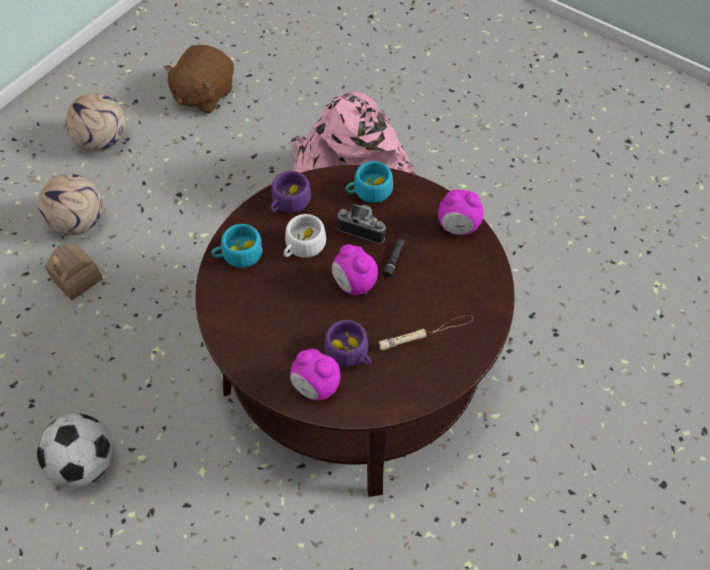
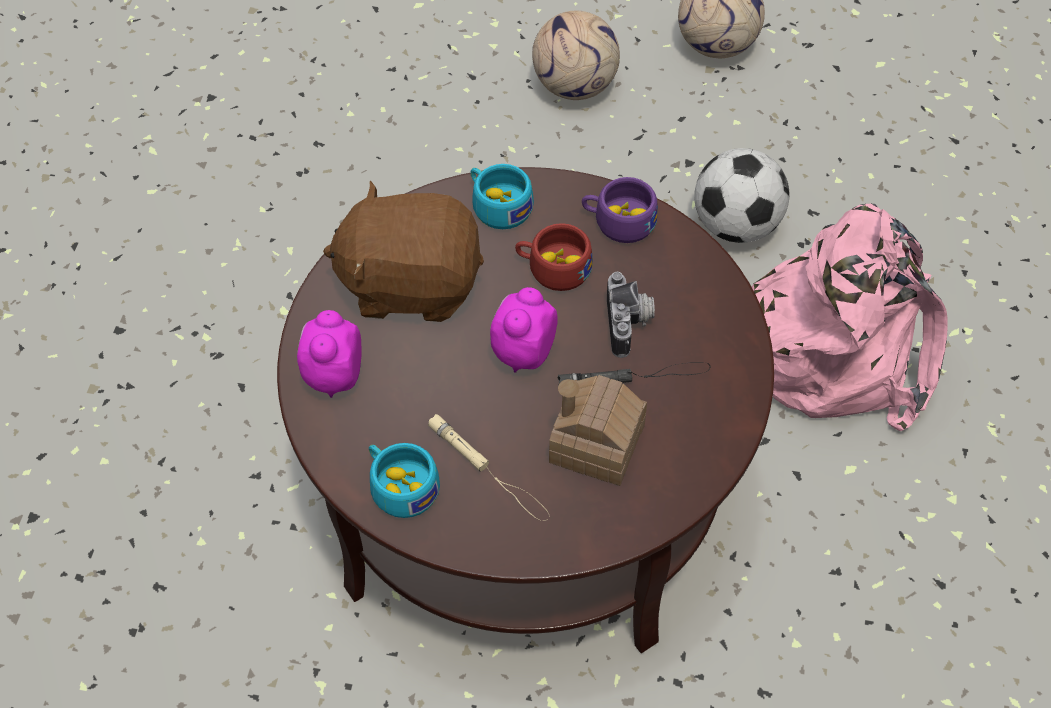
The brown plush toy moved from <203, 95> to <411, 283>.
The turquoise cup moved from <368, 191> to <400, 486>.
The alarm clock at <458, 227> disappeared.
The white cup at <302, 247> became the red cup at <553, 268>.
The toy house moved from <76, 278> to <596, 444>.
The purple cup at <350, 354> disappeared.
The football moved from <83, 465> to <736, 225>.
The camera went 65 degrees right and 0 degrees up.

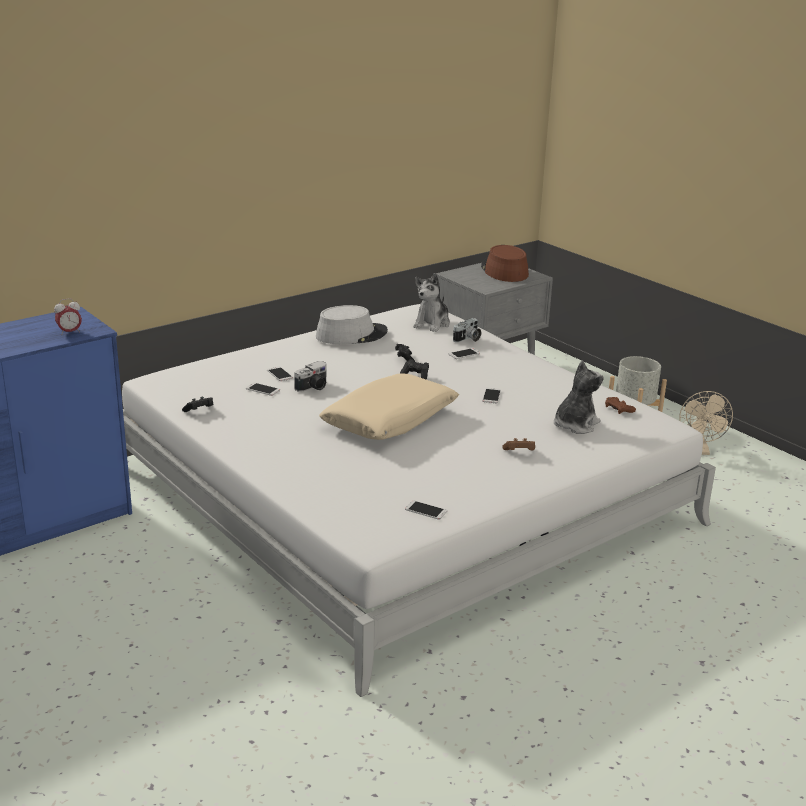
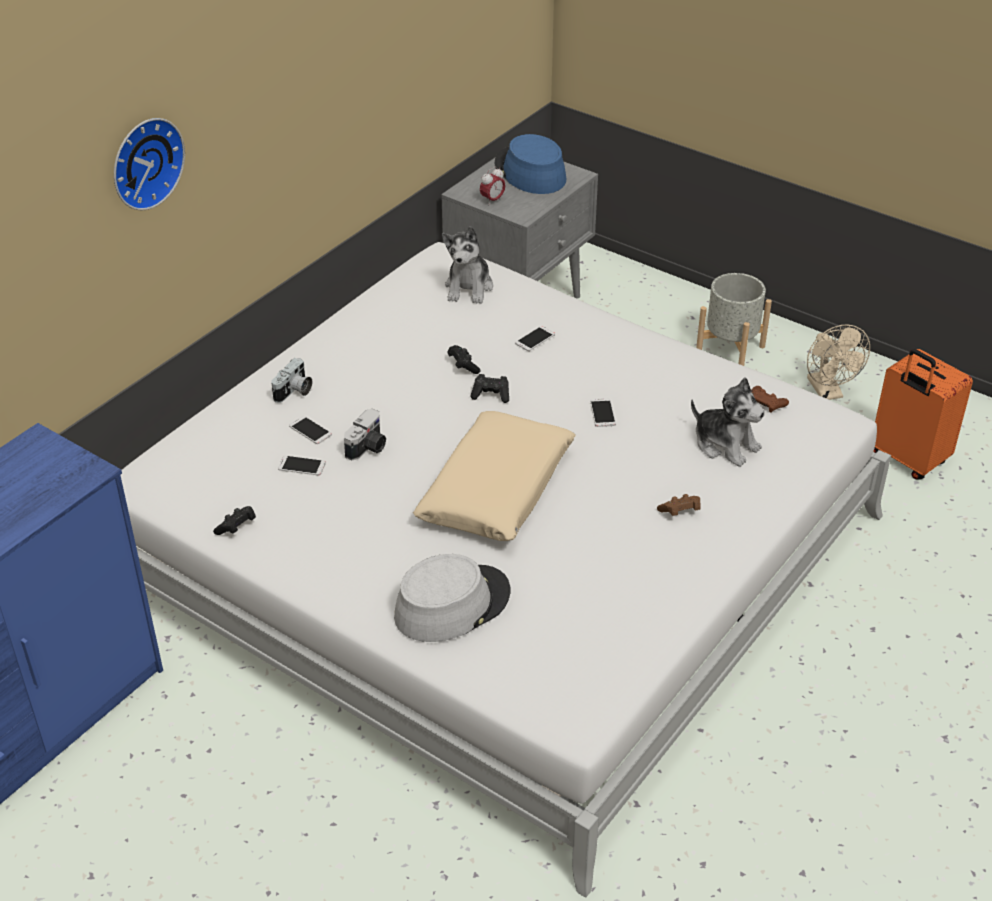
The brown hat at <504, 271> became the blue hat at <529, 172>.
The alarm clock moved from <69, 332> to <492, 200>.
The grey hat moved from <351, 334> to <452, 604>.
The photo camera moved from <468, 339> to <294, 392>.
The plush toy at <575, 425> turned 105 degrees clockwise.
The phone at <425, 510> disappeared.
The wall clock at <144, 162> appeared.
The orange suitcase at <906, 459> appeared.
The camera went 15 degrees left and 15 degrees up.

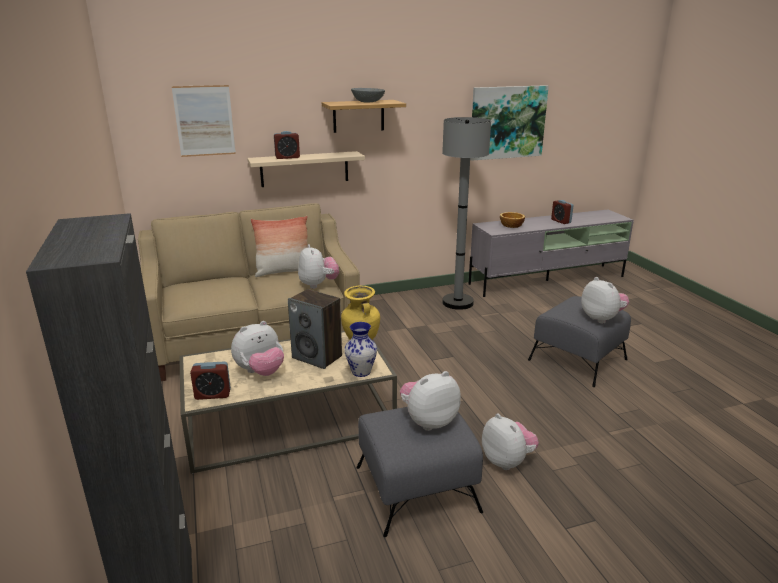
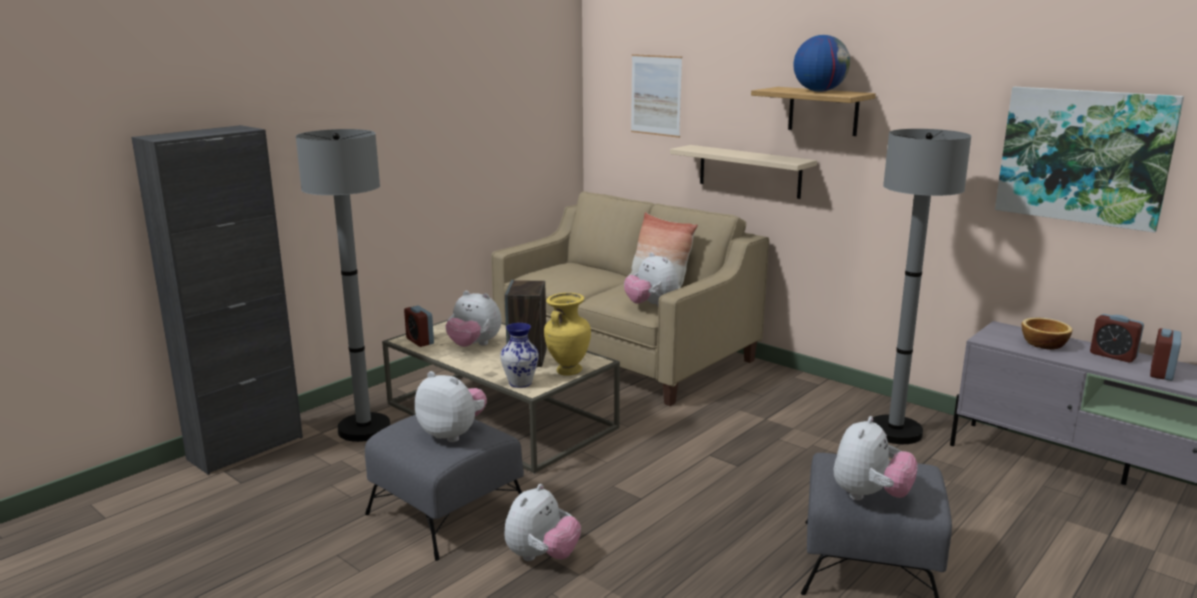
The grey bowl at <367, 102> was replaced by the globe at <819, 91>.
The alarm clock moved from <287, 157> to <1113, 356>.
The plush toy at <318, 285> turned 105 degrees clockwise.
The grey floor lamp at <364, 429> appeared.
The camera went 60 degrees right and 5 degrees down.

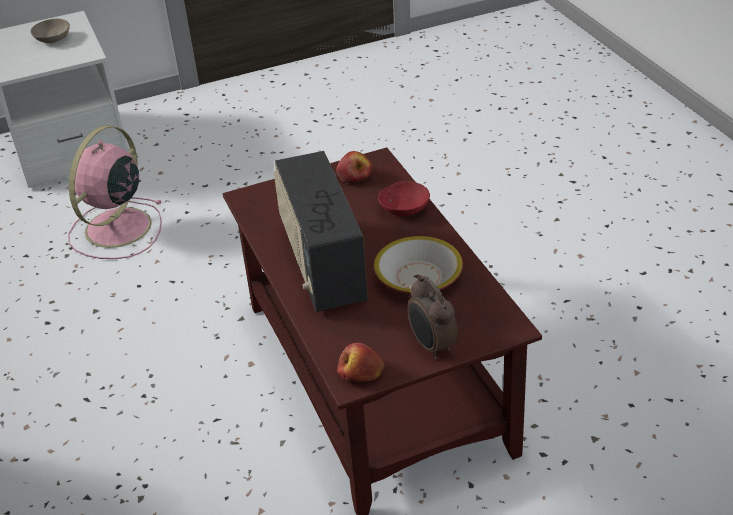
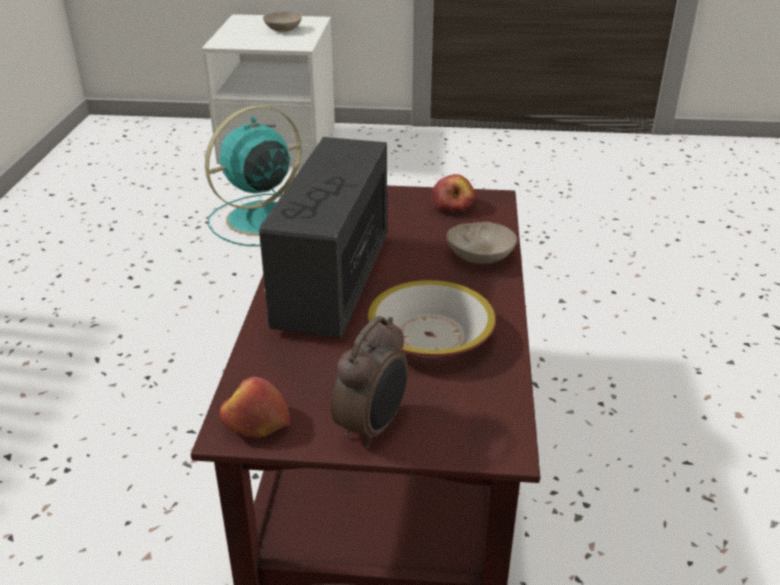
The pink fan at <116, 229> became the turquoise fan at <258, 219>.
The red bowl at <405, 209> became the beige bowl at <480, 257>.
The alarm clock at <432, 346> turned 150 degrees counterclockwise.
The camera went 25 degrees right and 5 degrees down.

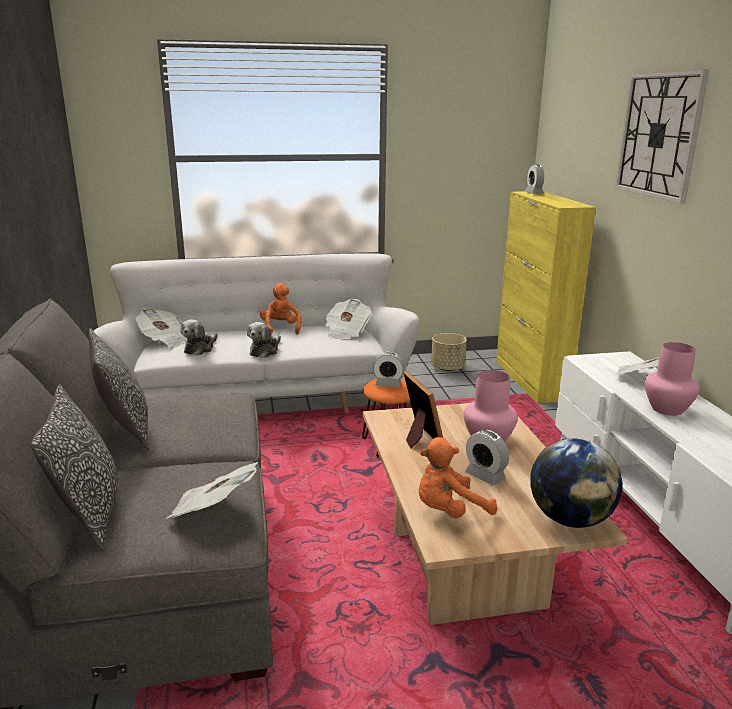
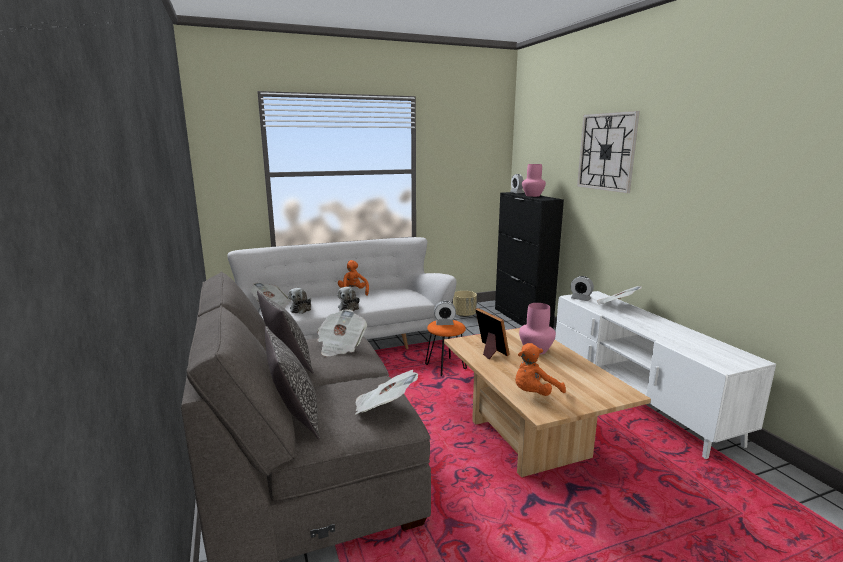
The yellow cabinet at <530, 380> became the black cabinet at <522, 318>.
The newspaper moved from <346, 332> to <340, 346>.
The pink vase moved from <666, 409> to <532, 195>.
The alarm clock moved from <485, 476> to <580, 299>.
The globe at <570, 519> disappeared.
The camera went 10 degrees left and 5 degrees down.

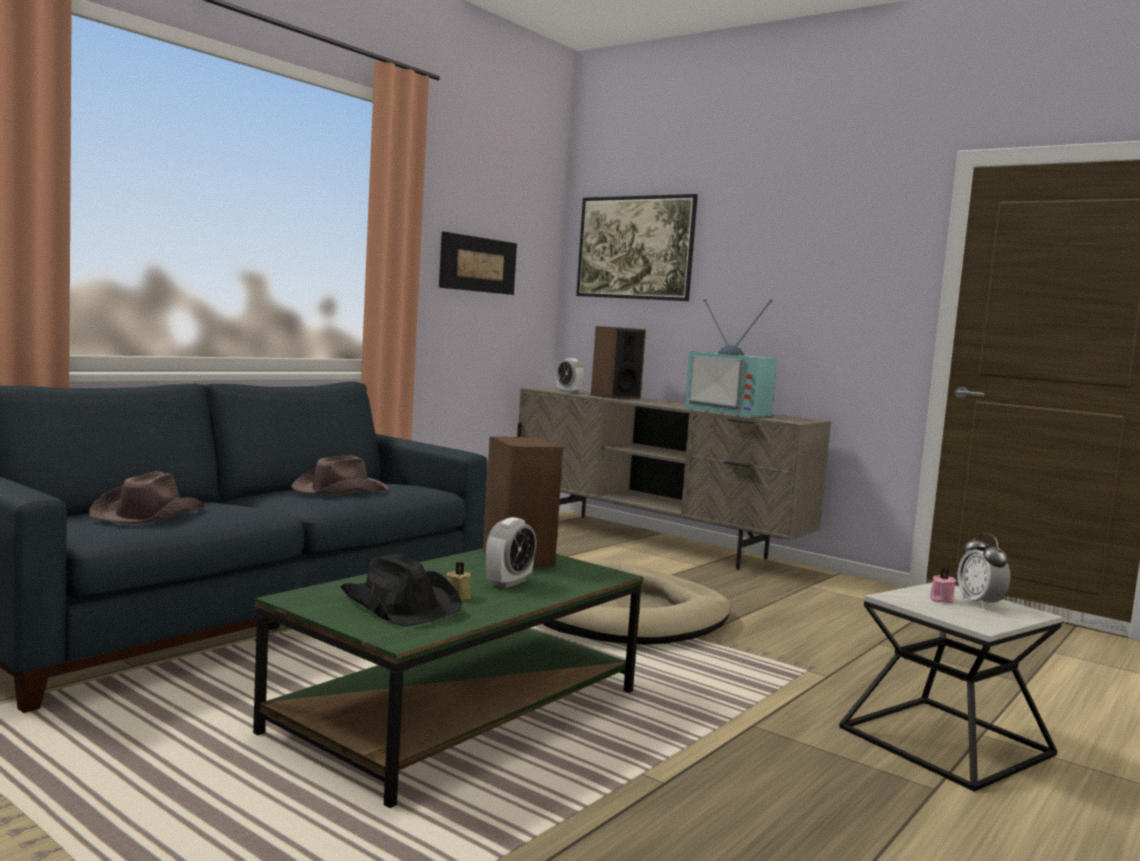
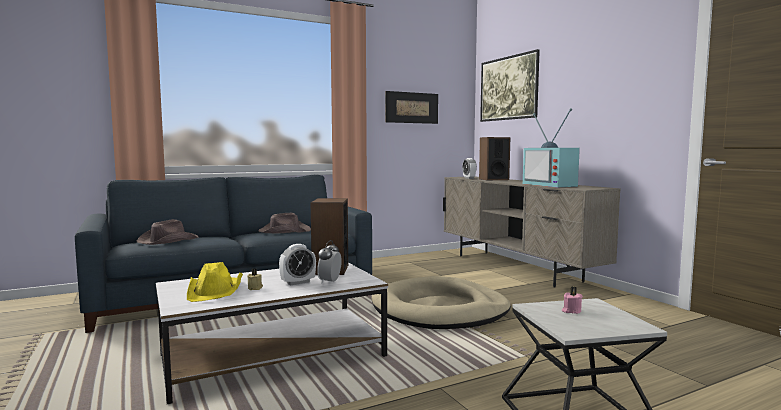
The alarm clock moved from <979, 603> to <330, 282>.
The green coffee table at <460, 710> became the white coffee table at <275, 355>.
The black hat at <400, 605> became the yellow hat at <215, 290>.
The camera went 25 degrees right and 0 degrees up.

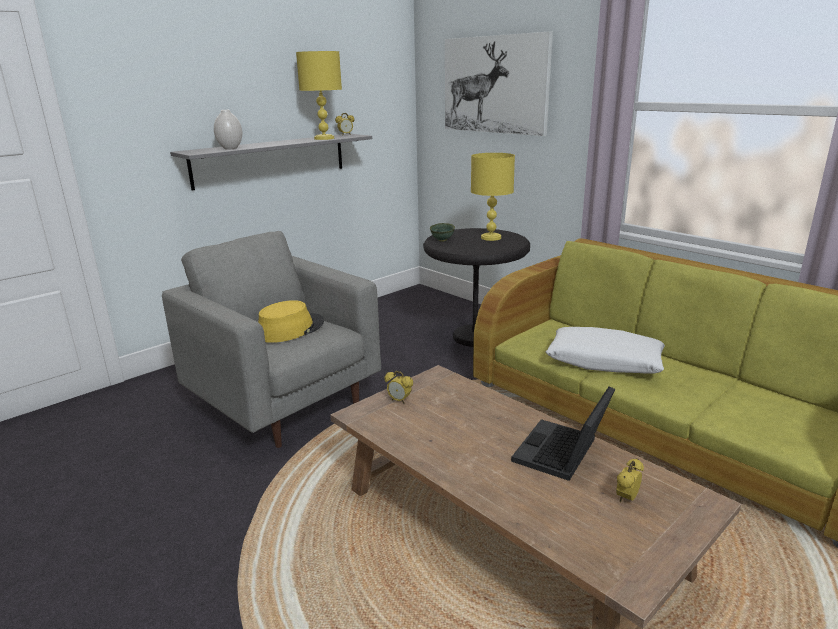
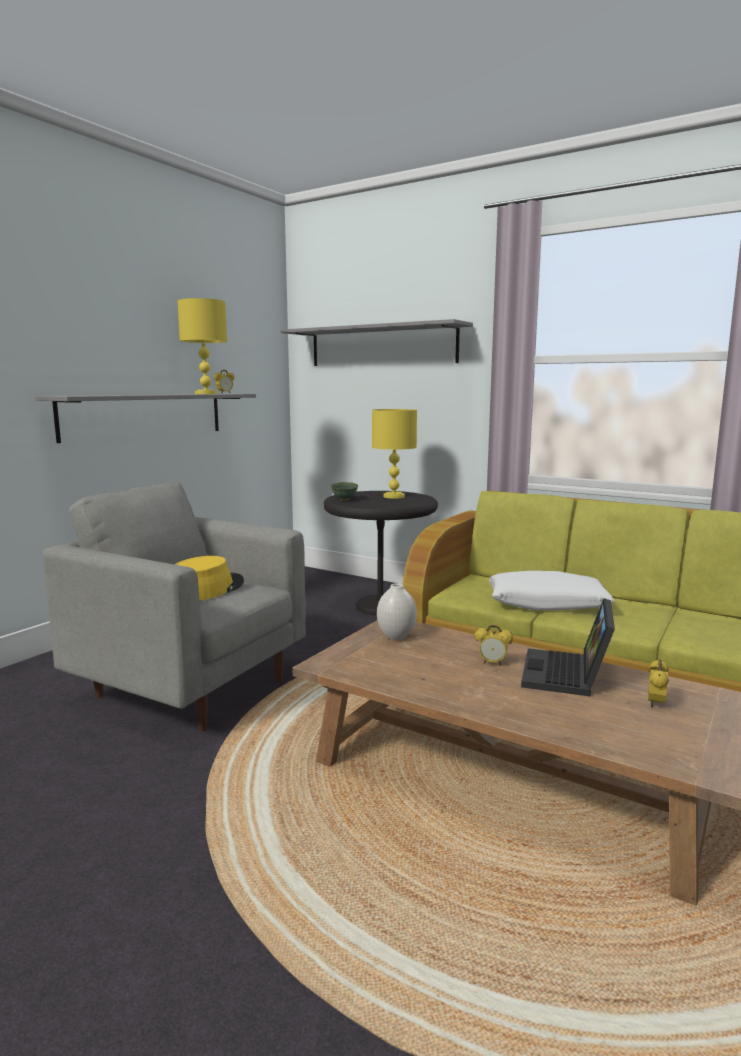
The picture at <495, 85> was replaced by the grey shelf at <382, 346>.
The white vase moved from <230, 148> to <397, 637>.
The alarm clock moved from <399, 401> to <492, 663>.
The camera went 15 degrees left and 10 degrees down.

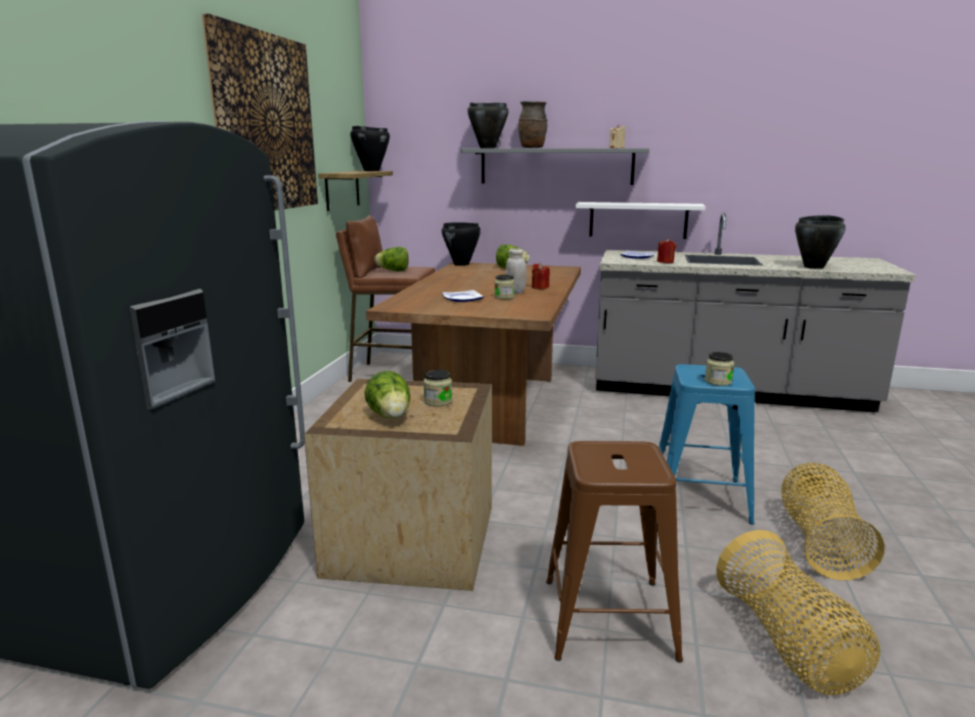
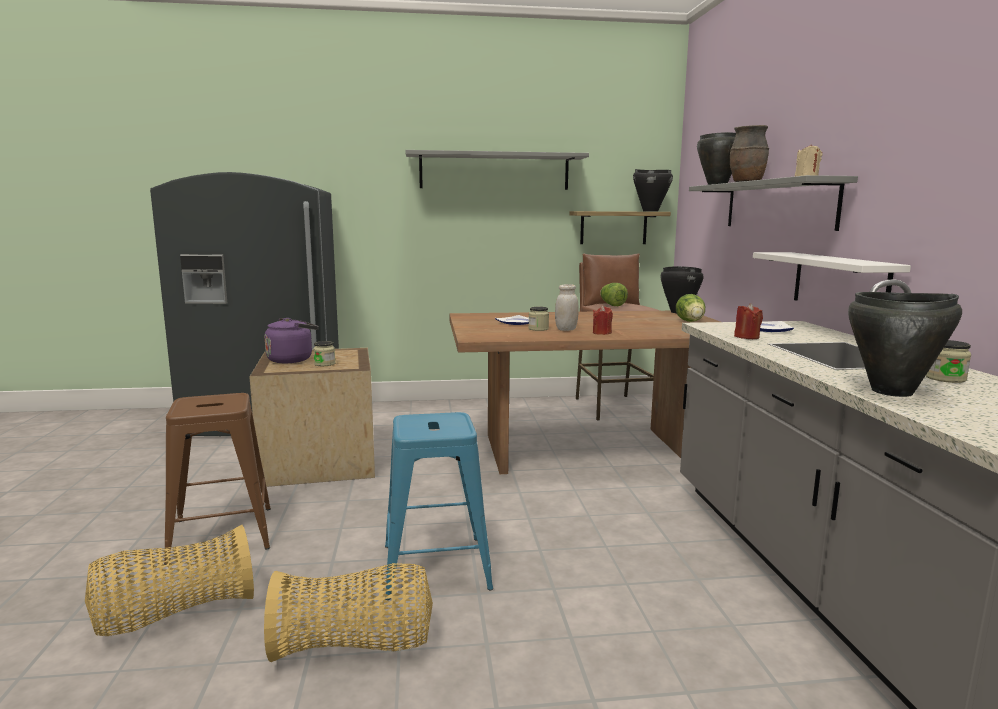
The picture at <265, 123> was replaced by the grey shelf at <494, 171>.
The jar moved from <718, 381> to <945, 378>.
The lettuce at <391, 417> was replaced by the purple kettle at <292, 359>.
The camera went 70 degrees right and 5 degrees down.

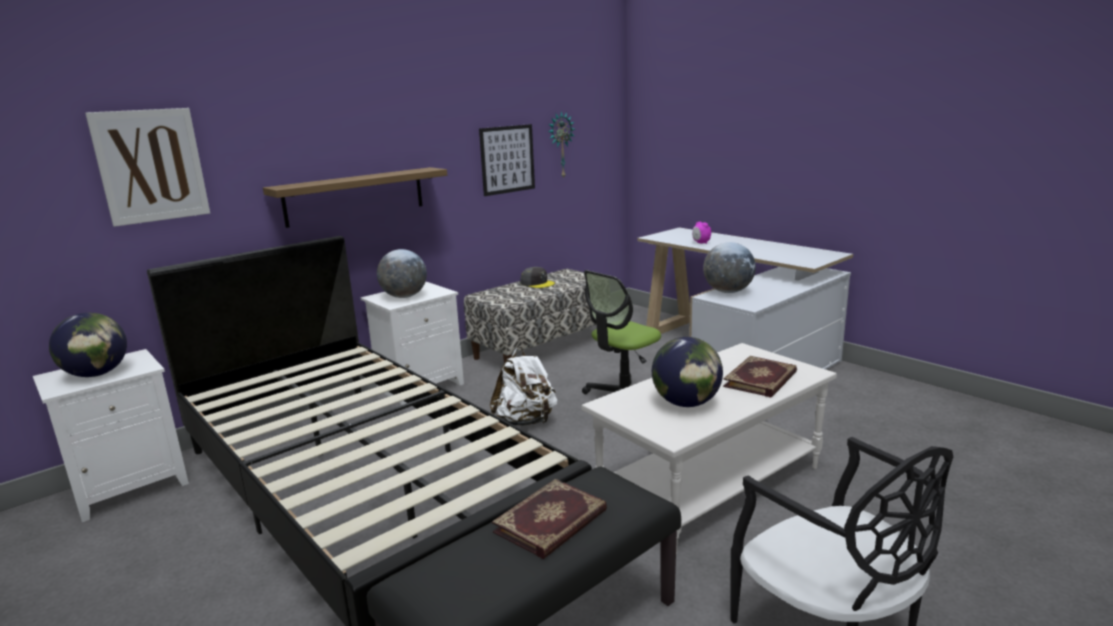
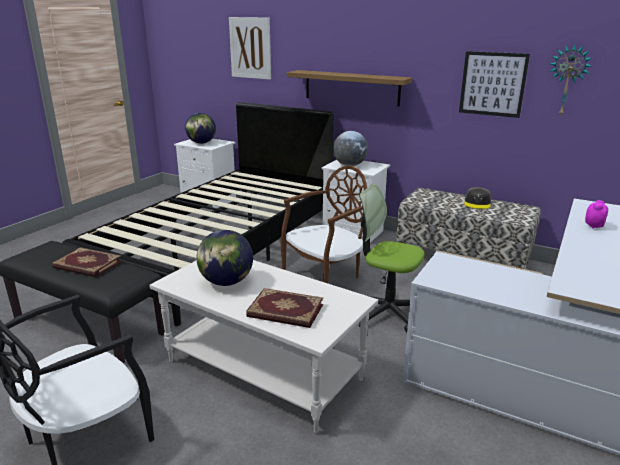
The globe at <728, 292> disappeared.
The white backpack at <525, 422> was replaced by the brown chair at <325, 278>.
The camera went 70 degrees right and 5 degrees up.

